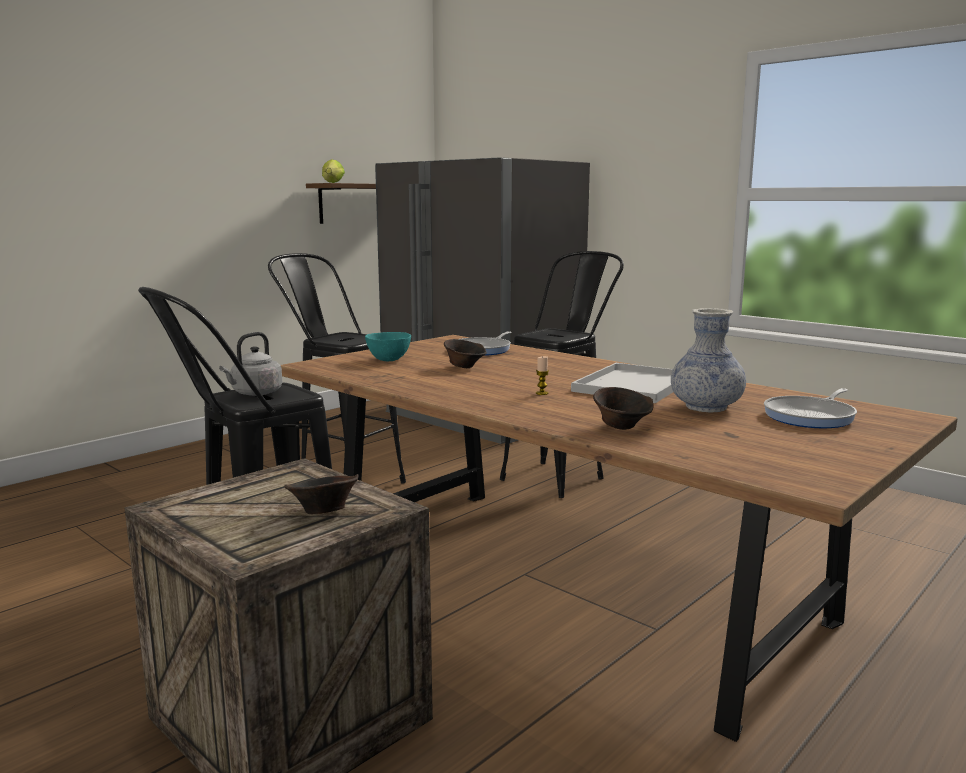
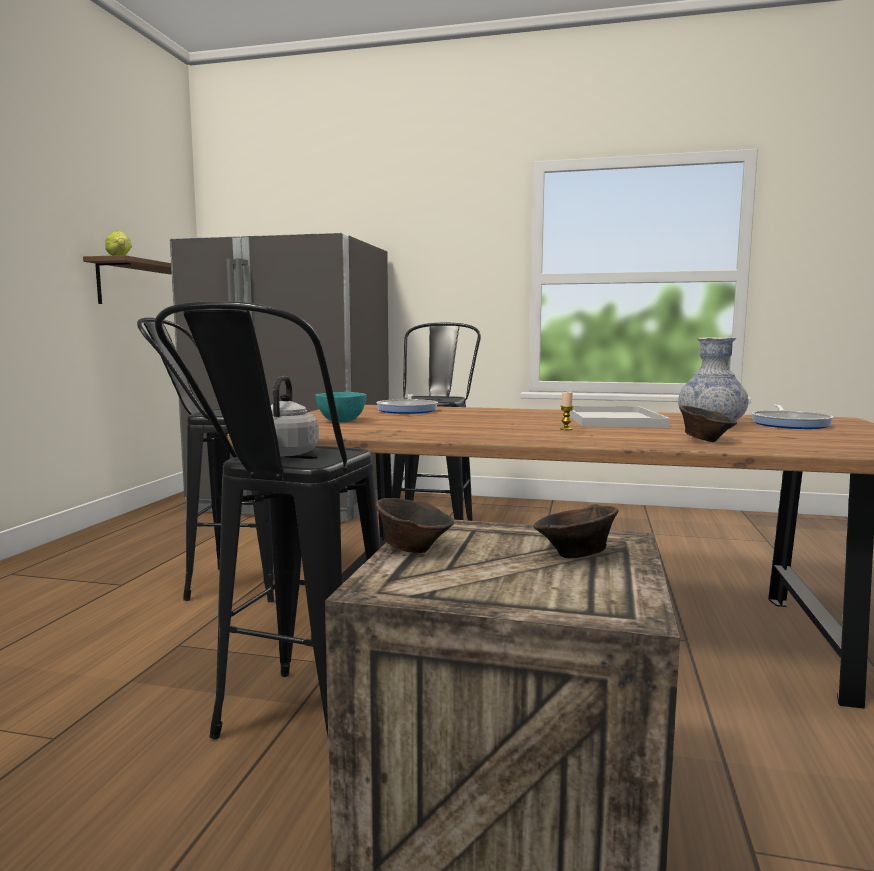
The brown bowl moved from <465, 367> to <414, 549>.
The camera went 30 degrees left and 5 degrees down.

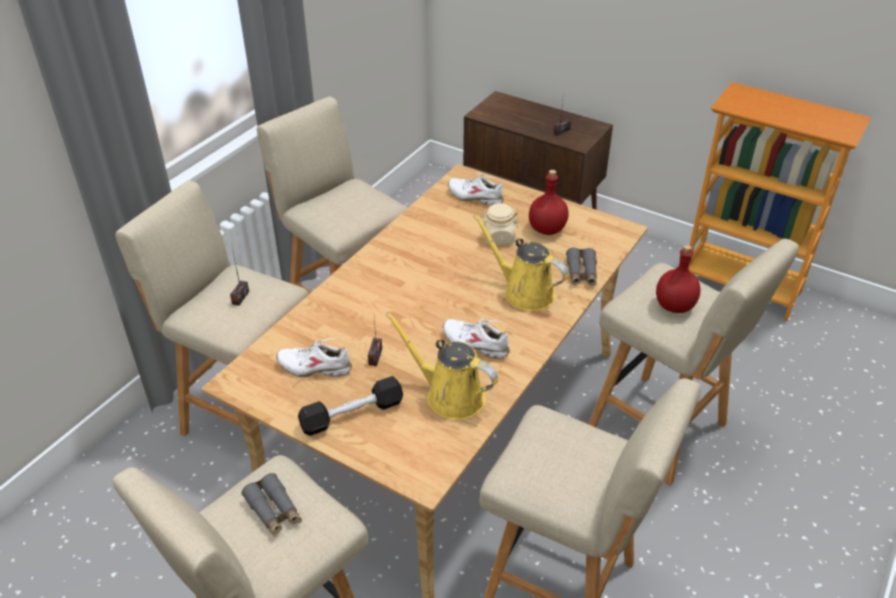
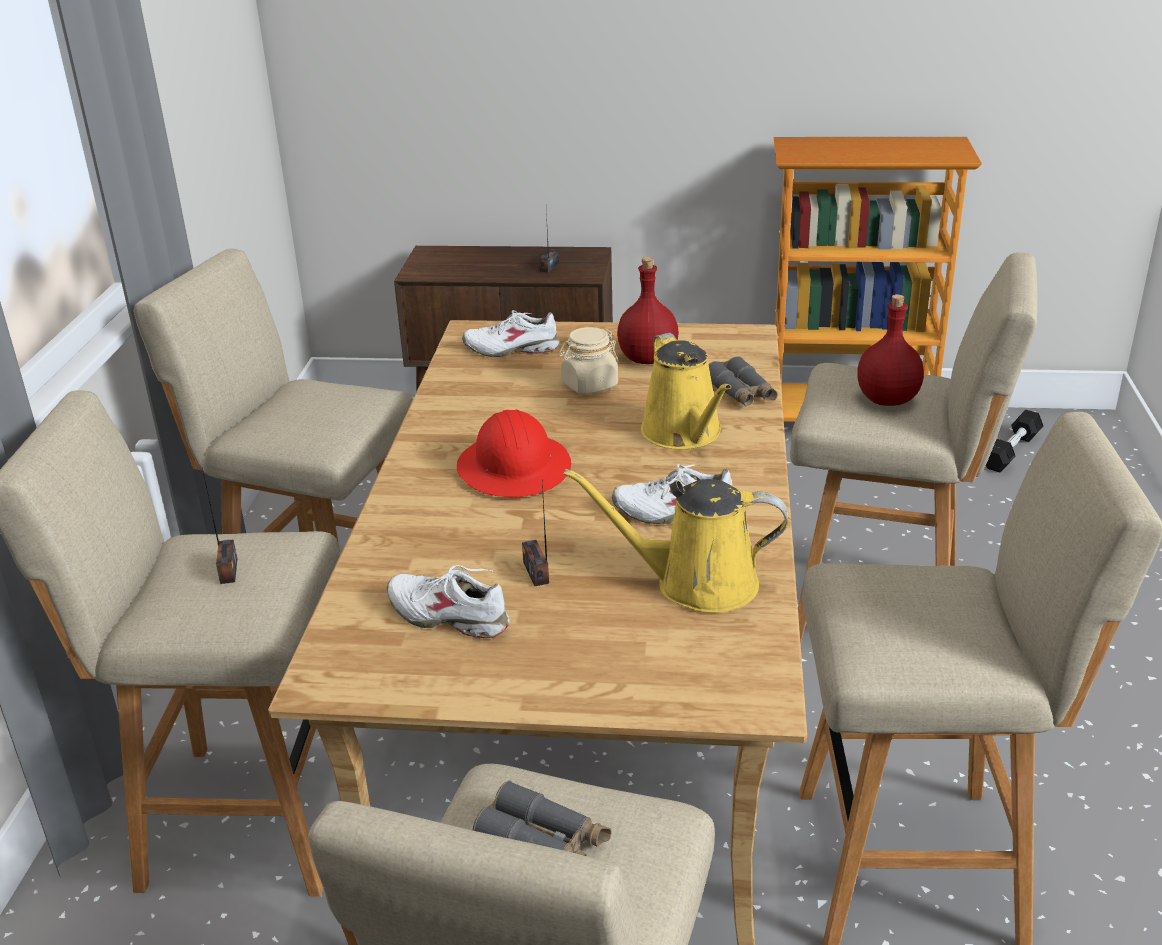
The yellow watering can at <524, 292> turned 120 degrees counterclockwise.
The white shoe at <315, 367> turned 45 degrees clockwise.
The black dumbbell moved from <352, 414> to <1011, 451>.
The red hard hat at <514, 468> appeared.
The camera went 25 degrees left and 10 degrees down.

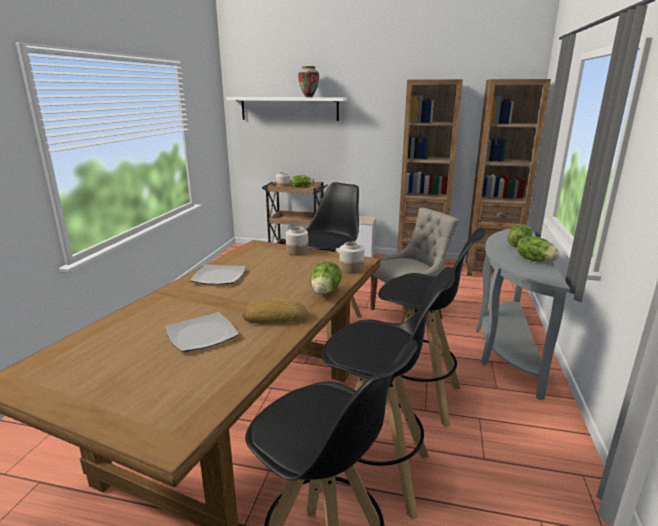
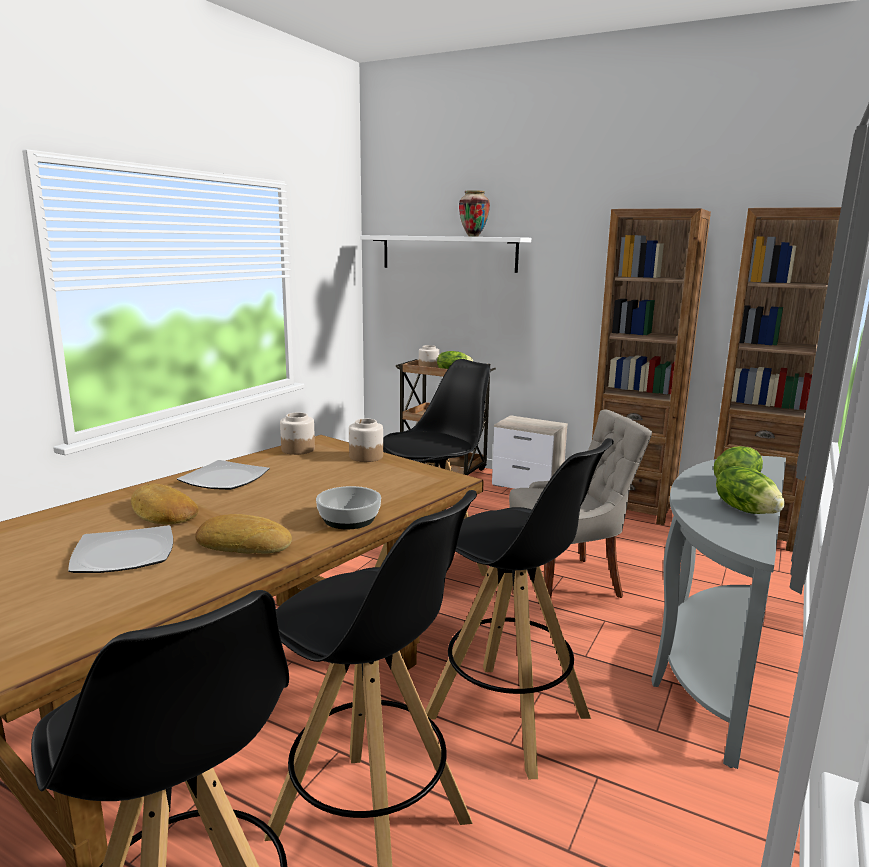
The jar moved from <351, 269> to <297, 449>.
The lettuce at <325, 293> was replaced by the bowl at <350, 519>.
The bread at <162, 513> appeared.
The camera went 15 degrees right and 5 degrees down.

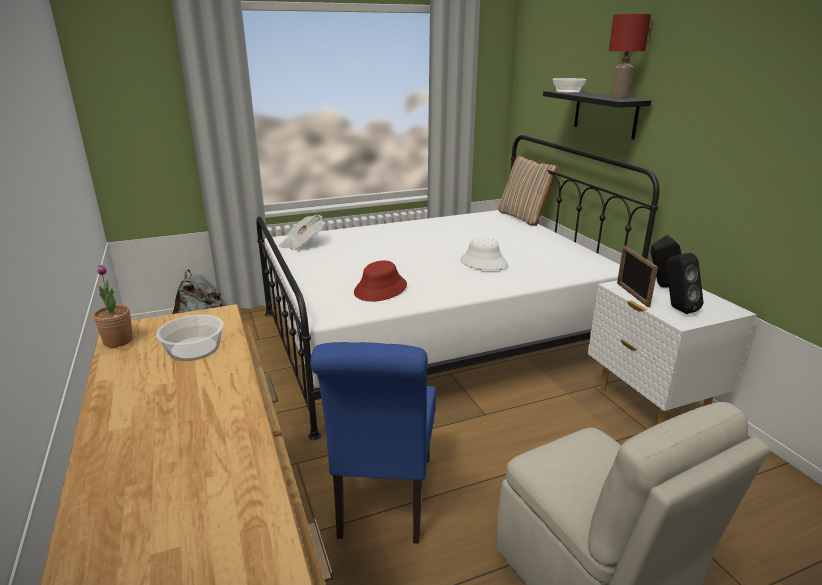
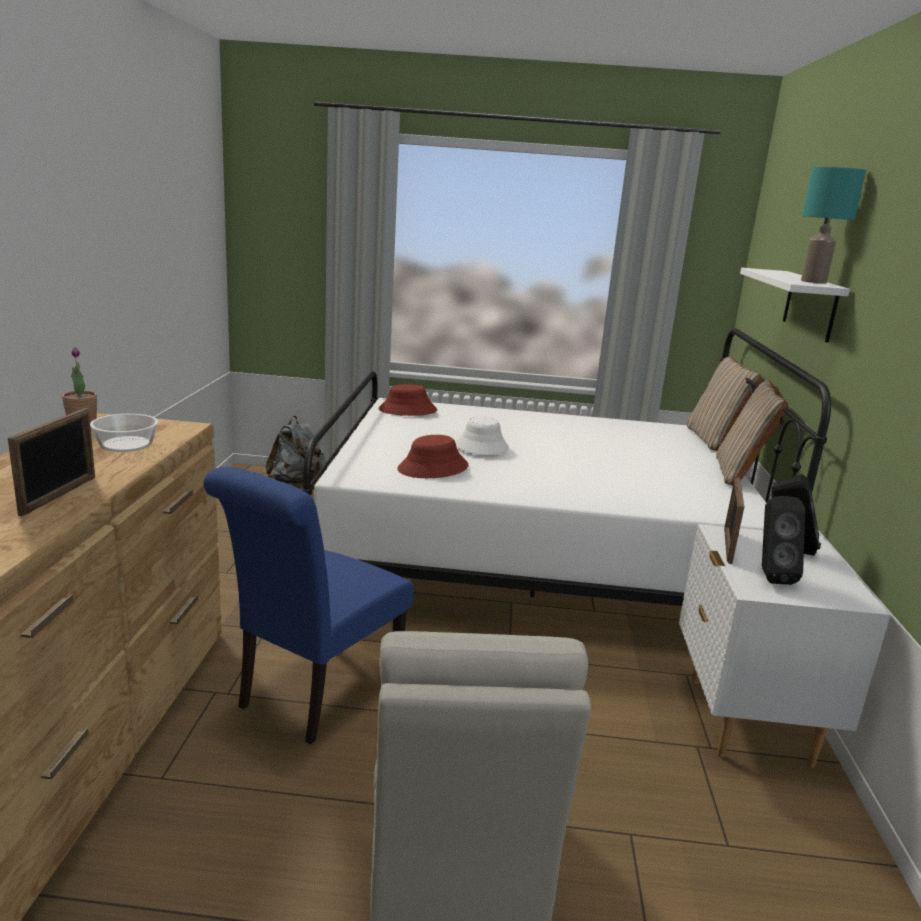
The red table lamp at <620, 97> became the turquoise table lamp at <814, 282>.
The bowl at <567, 92> disappeared.
The black shelf at <605, 113> became the white shelf at <810, 305>.
The newspaper at <302, 244> was replaced by the red hat at <407, 410>.
The white hat moved from <483, 262> to <481, 447>.
The beige pillow at <740, 474> appeared.
The picture frame at <59, 495> appeared.
The camera went 25 degrees right and 5 degrees down.

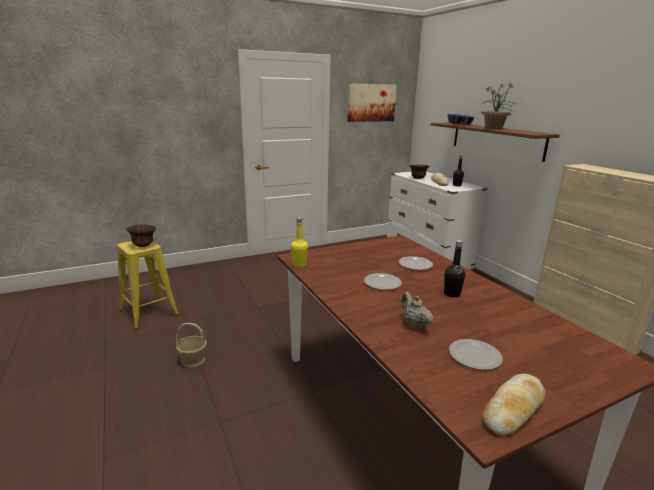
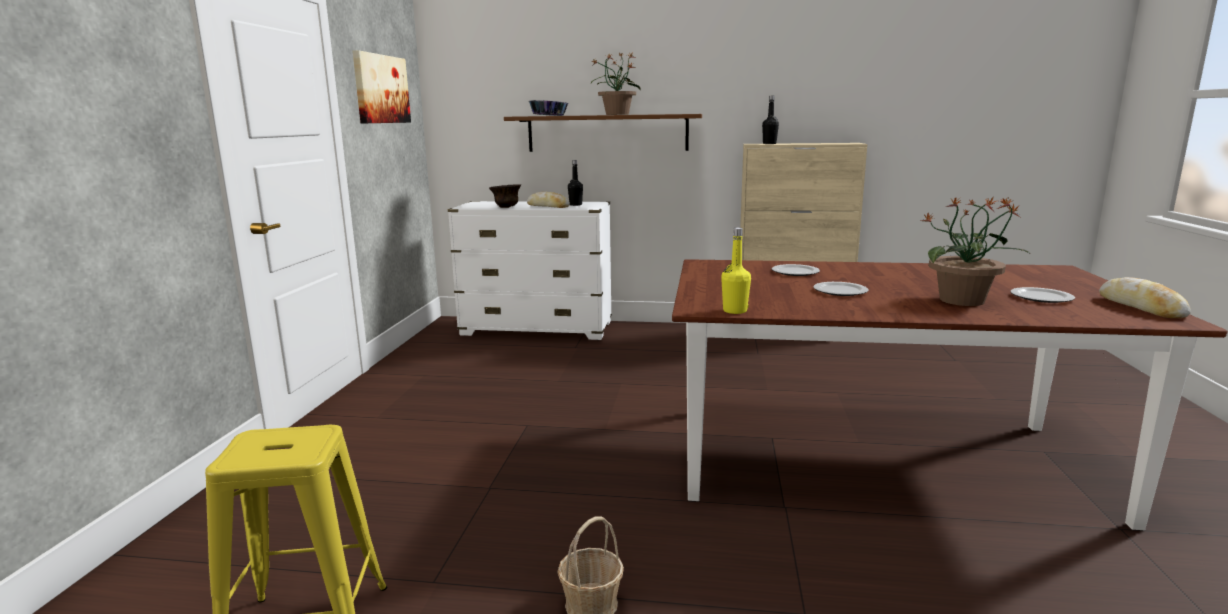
The brown bowl at <143, 245> disappeared.
The black bottle moved from <452, 294> to <769, 143>.
The beige teapot at <414, 324> was replaced by the potted plant at <963, 301>.
The camera went 55 degrees left and 5 degrees down.

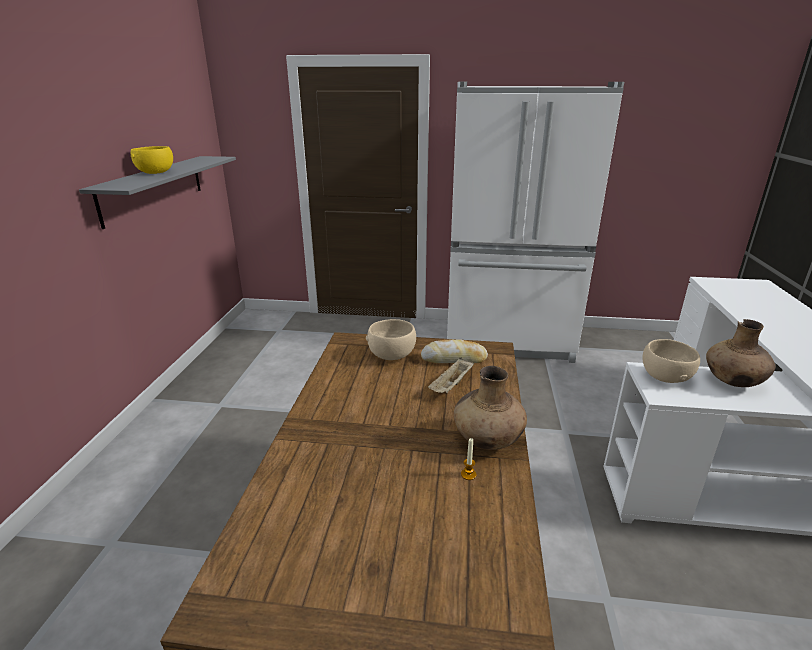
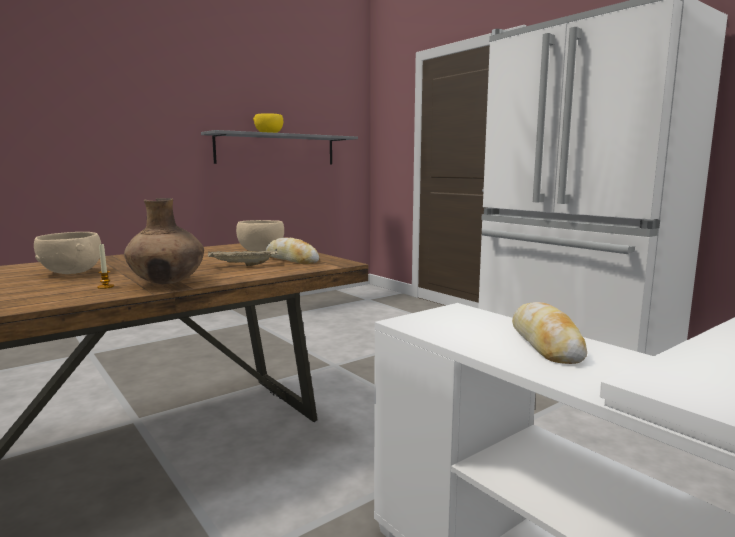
The brown vase at <733, 382> was replaced by the bread at <546, 343>.
The beige bowl moved from <665, 377> to <72, 272>.
The camera went 45 degrees right and 15 degrees down.

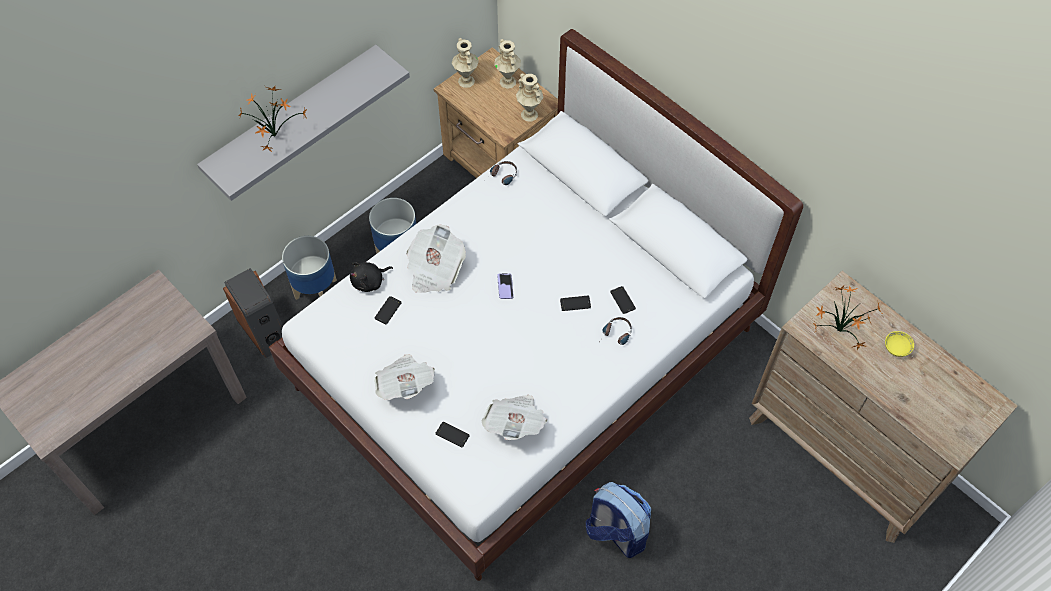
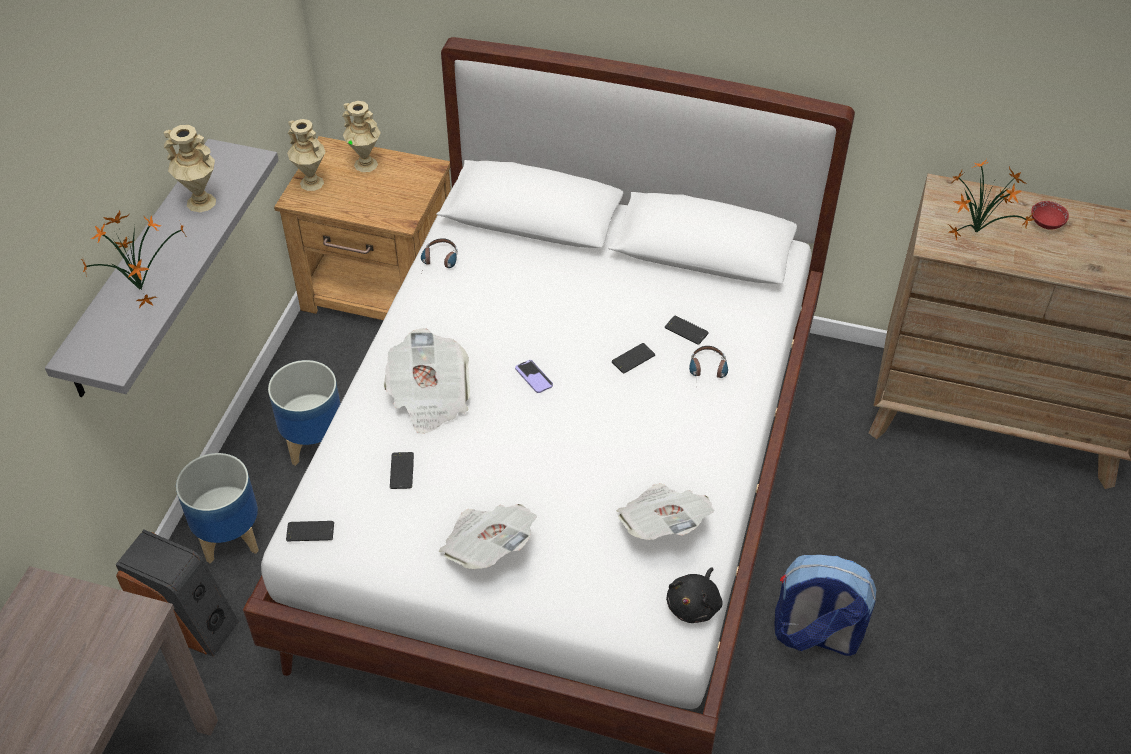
The beige vase moved from <529, 115> to <200, 203>.
The black plush toy moved from <370, 281> to <694, 605>.
The yellow bowl at <896, 348> became the red bowl at <1046, 223>.
The phone moved from <452, 434> to <310, 531>.
The camera went 30 degrees left and 10 degrees down.

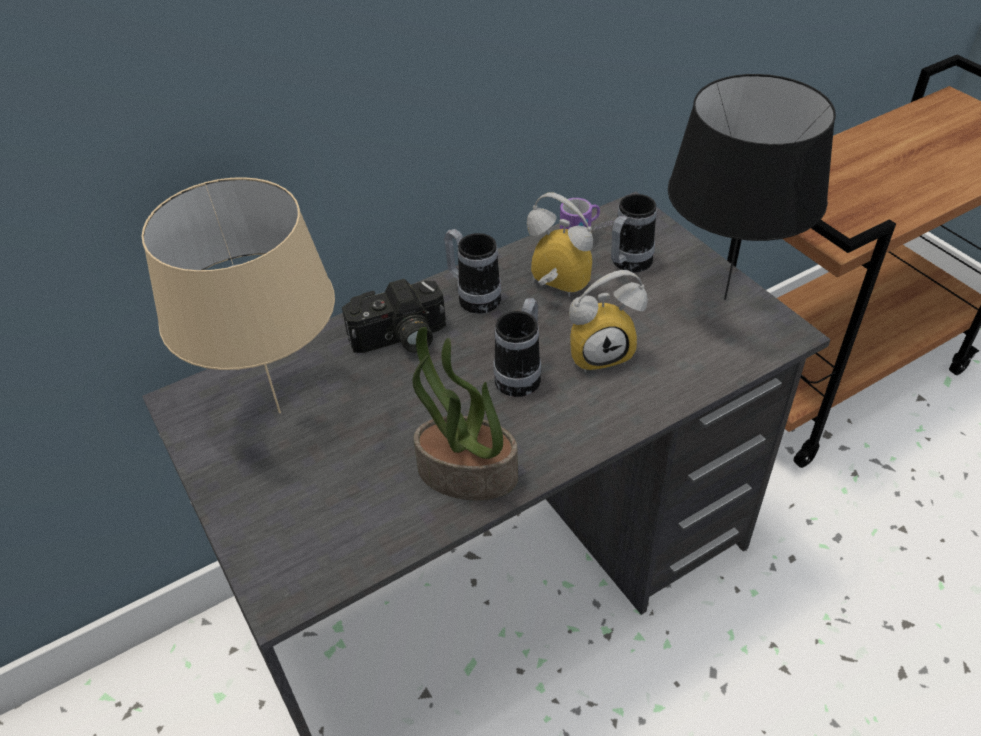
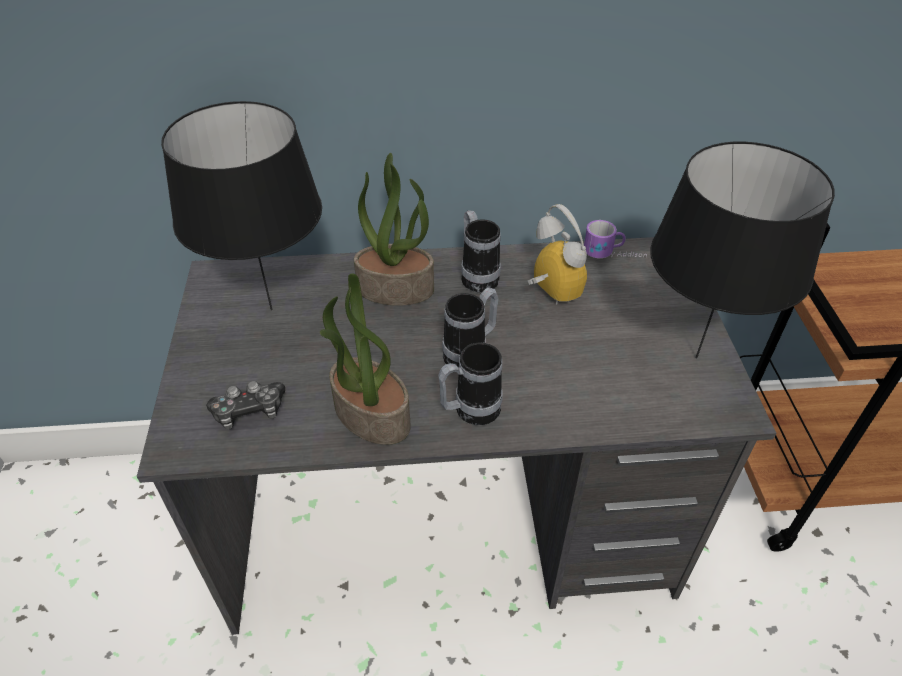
The beige table lamp at <278, 412> became the black table lamp at <270, 309>.
The mug moved from <627, 265> to <469, 411>.
The alarm clock at <600, 351> disappeared.
The photo camera at <400, 339> was replaced by the potted plant at <396, 288>.
The game controller at <249, 411> appeared.
The camera went 25 degrees right and 0 degrees up.

